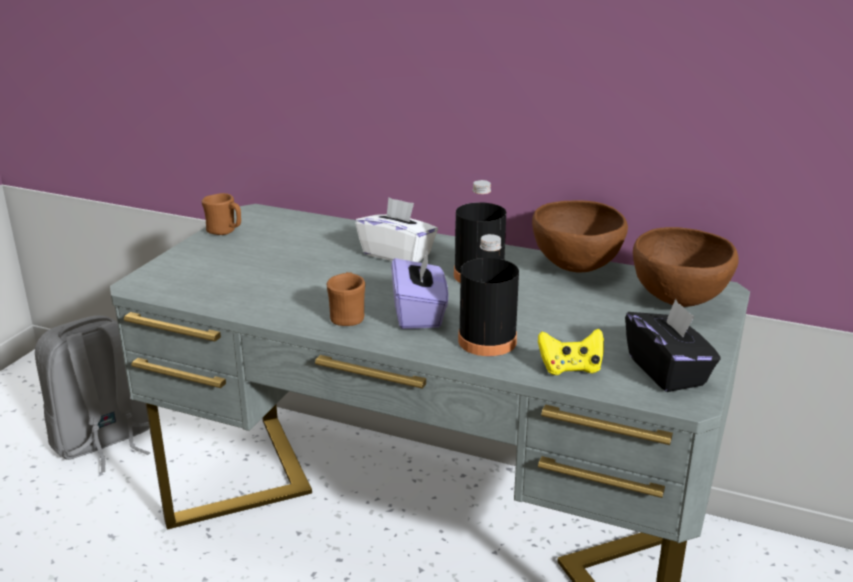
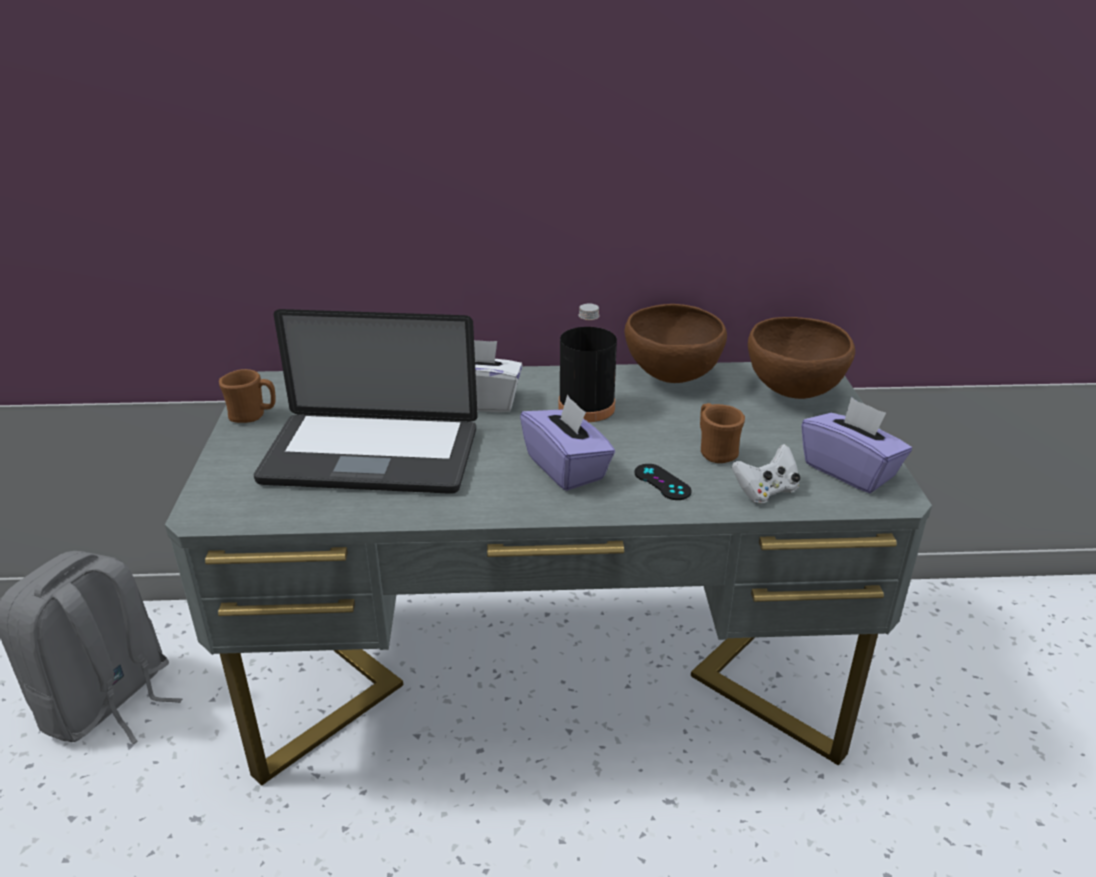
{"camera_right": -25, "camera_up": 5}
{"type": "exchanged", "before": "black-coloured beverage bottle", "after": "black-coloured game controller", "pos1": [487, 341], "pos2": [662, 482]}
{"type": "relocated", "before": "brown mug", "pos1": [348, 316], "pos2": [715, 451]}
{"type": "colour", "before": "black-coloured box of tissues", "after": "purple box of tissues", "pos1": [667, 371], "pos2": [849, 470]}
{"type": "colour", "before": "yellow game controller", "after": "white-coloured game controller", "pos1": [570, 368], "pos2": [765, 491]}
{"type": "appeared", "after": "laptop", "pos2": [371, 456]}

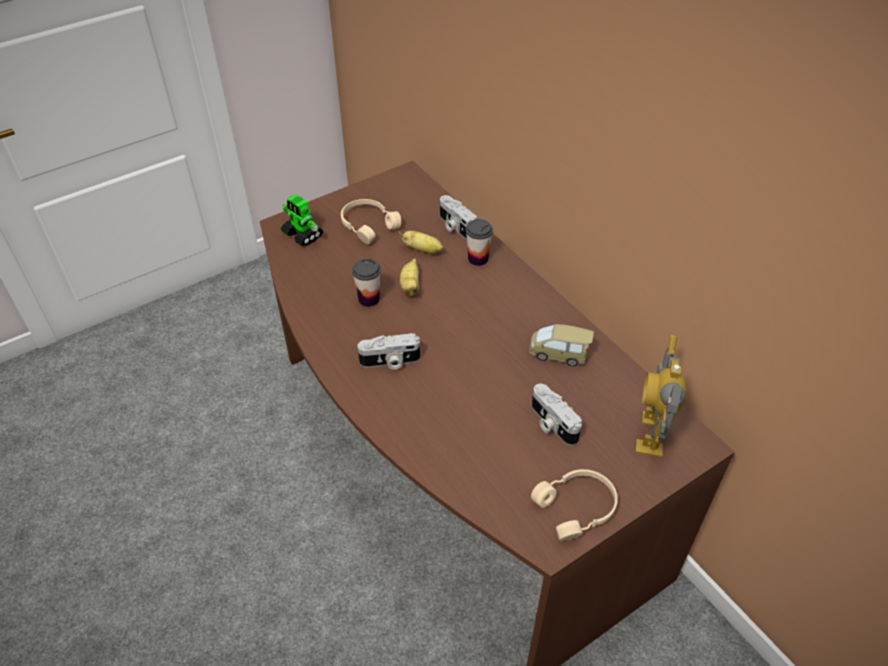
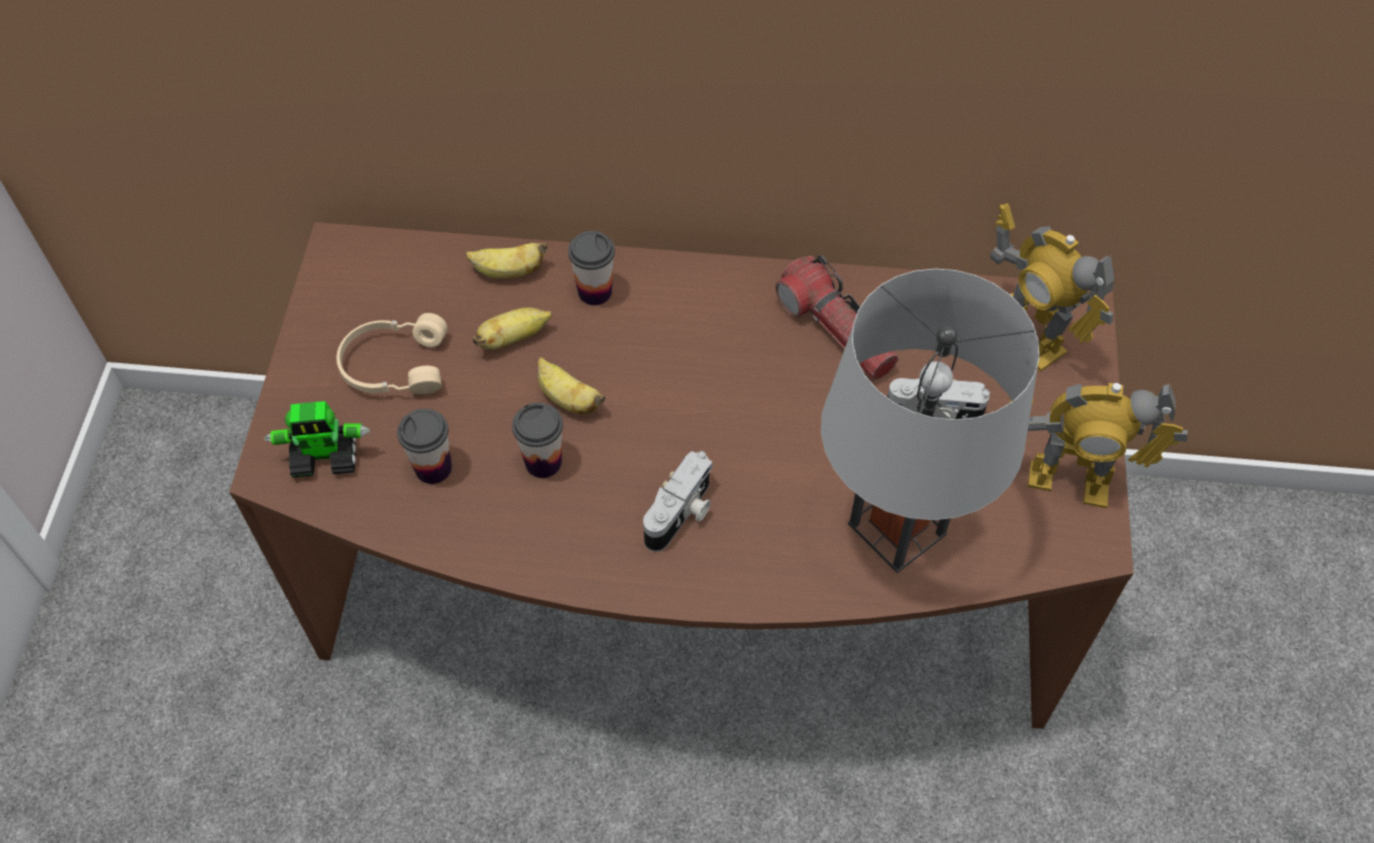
{"camera_right": -50, "camera_up": 10}
{"type": "exchanged", "before": "photo camera", "after": "banana fruit", "pos1": [455, 227], "pos2": [508, 272]}
{"type": "exchanged", "before": "toy car", "after": "torch", "pos1": [558, 353], "pos2": [836, 330]}
{"type": "exchanged", "before": "beige-coloured headphones", "after": "robot figure", "pos1": [577, 508], "pos2": [1068, 482]}
{"type": "appeared", "after": "grey lamp for a table", "pos2": [897, 529]}
{"type": "appeared", "after": "cup", "pos2": [433, 468]}

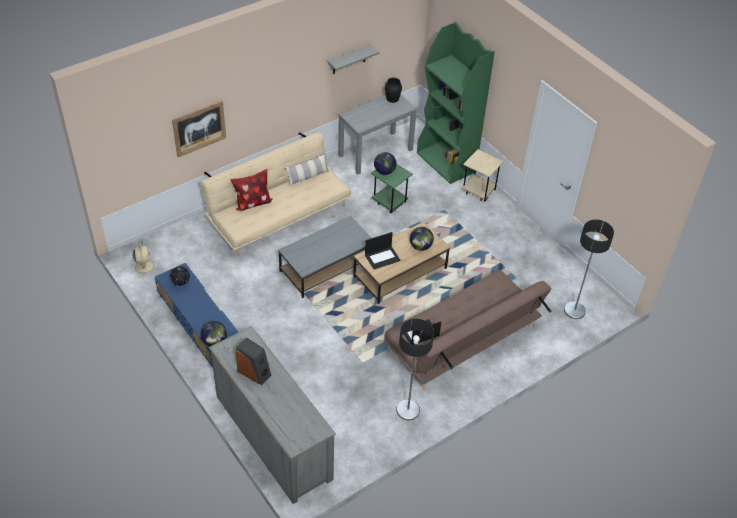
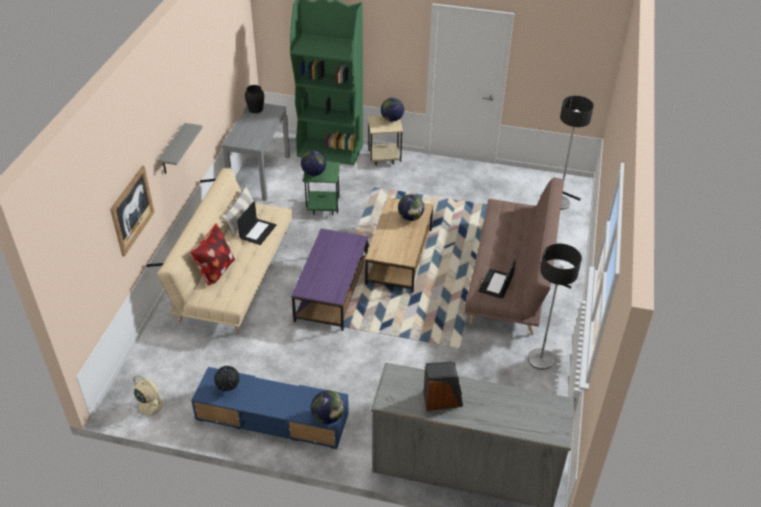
{"camera_right": -40, "camera_up": -5}
{"type": "relocated", "before": "grey wall shelf", "pos1": [349, 60], "pos2": [173, 150]}
{"type": "colour", "before": "grey coffee table", "after": "purple coffee table", "pos1": [326, 266], "pos2": [331, 291]}
{"type": "relocated", "before": "laptop", "pos1": [382, 257], "pos2": [257, 231]}
{"type": "appeared", "after": "world globe", "pos2": [392, 119]}

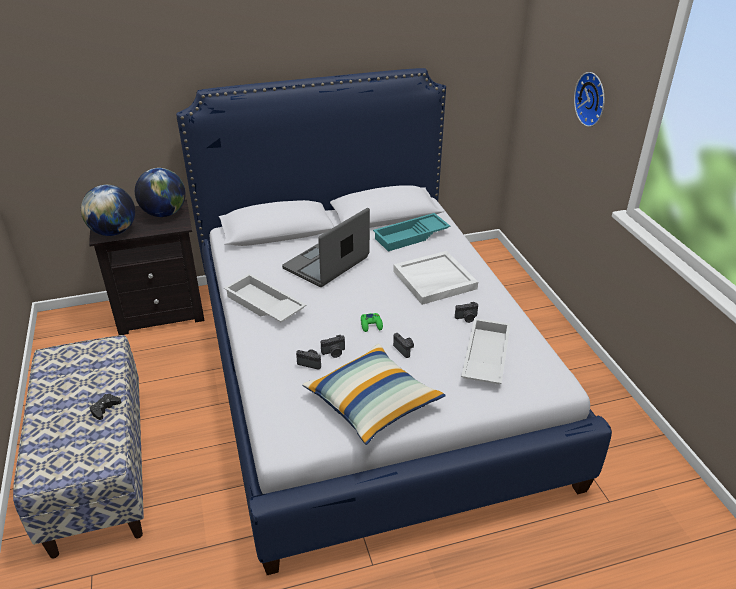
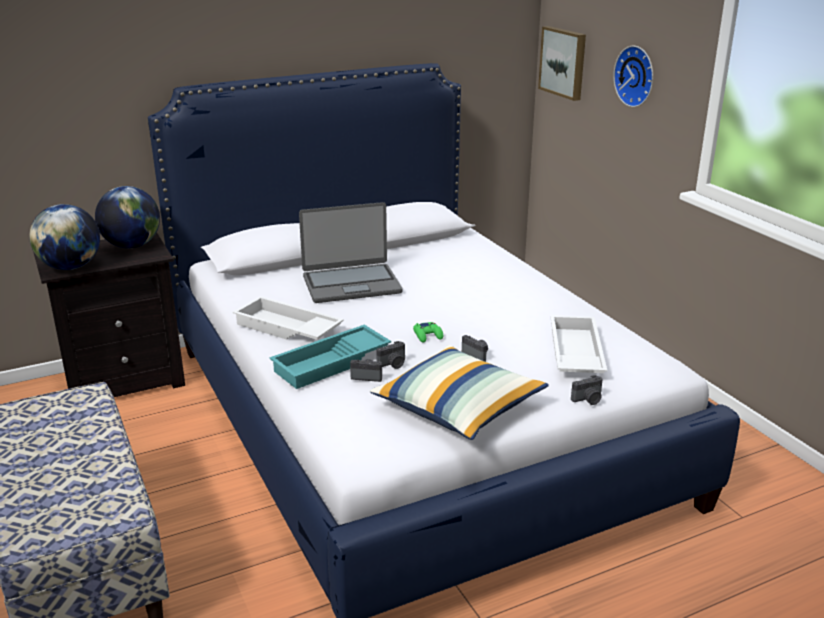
{"camera_right": -10, "camera_up": -10}
{"type": "spun", "before": "laptop", "pos1": [327, 263], "pos2": [351, 284], "turn": -135}
{"type": "relocated", "before": "turquoise-coloured tray", "pos1": [411, 237], "pos2": [332, 364]}
{"type": "missing", "before": "white-coloured tray", "pos1": [434, 280]}
{"type": "relocated", "before": "photo camera", "pos1": [466, 318], "pos2": [588, 400]}
{"type": "missing", "before": "black-coloured game controller", "pos1": [105, 409]}
{"type": "appeared", "after": "wall picture", "pos2": [564, 62]}

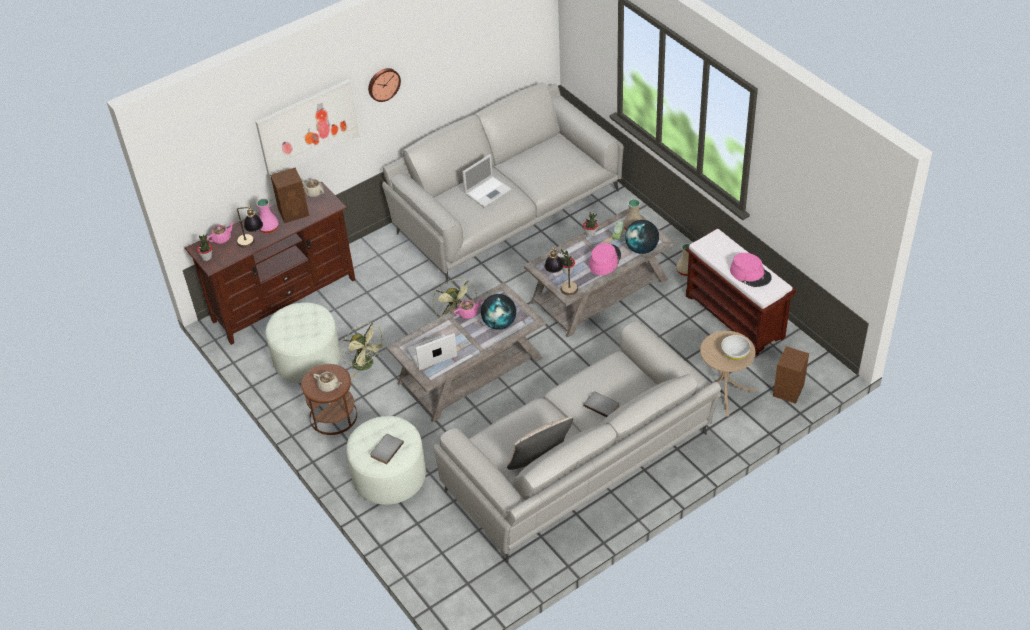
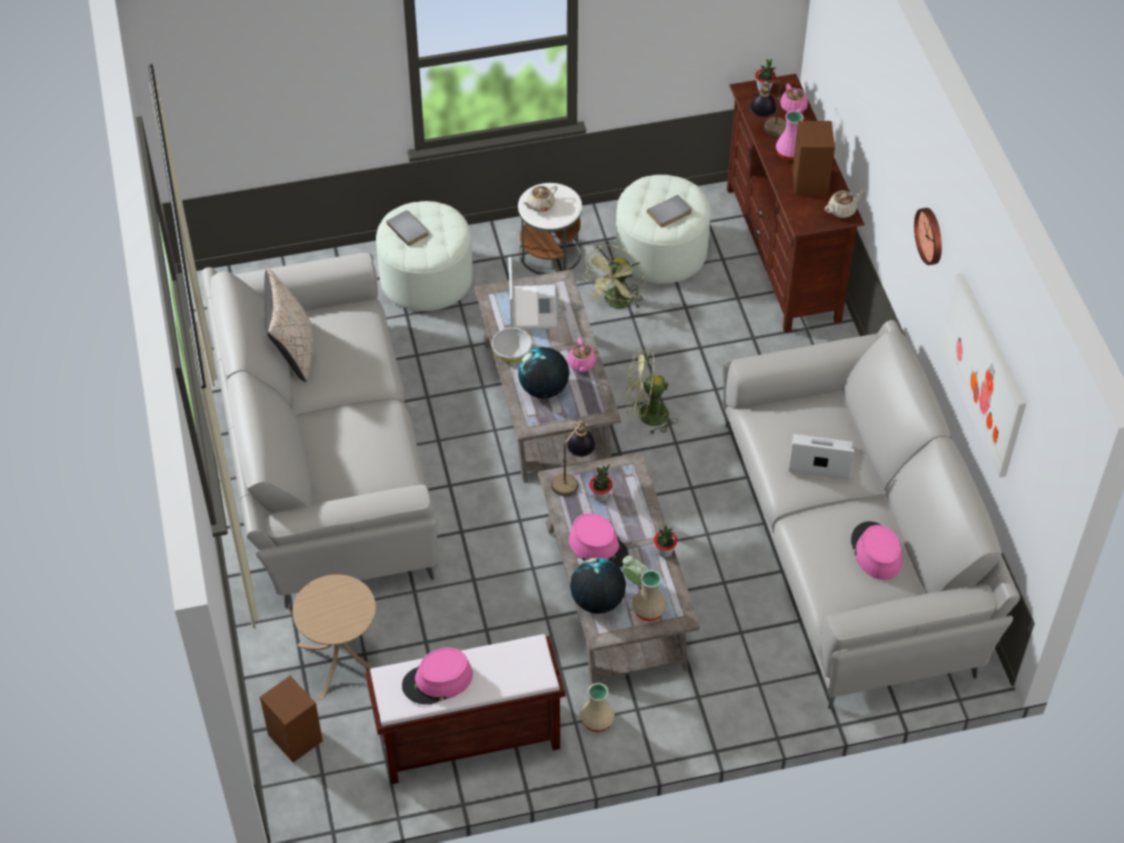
{"camera_right": 110, "camera_up": 5}
{"type": "relocated", "before": "wall picture", "pos1": [308, 128], "pos2": [984, 374]}
{"type": "spun", "before": "laptop", "pos1": [488, 191], "pos2": [819, 458], "turn": 120}
{"type": "spun", "before": "greenish electric fan", "pos1": [366, 365], "pos2": [616, 303], "turn": -45}
{"type": "relocated", "before": "white-coloured bowl", "pos1": [735, 353], "pos2": [512, 353]}
{"type": "colour", "before": "brown side table", "after": "white-coloured side table", "pos1": [333, 416], "pos2": [550, 253]}
{"type": "relocated", "before": "grey volume", "pos1": [602, 405], "pos2": [670, 213]}
{"type": "appeared", "after": "pink-coloured wearable hat", "pos2": [875, 551]}

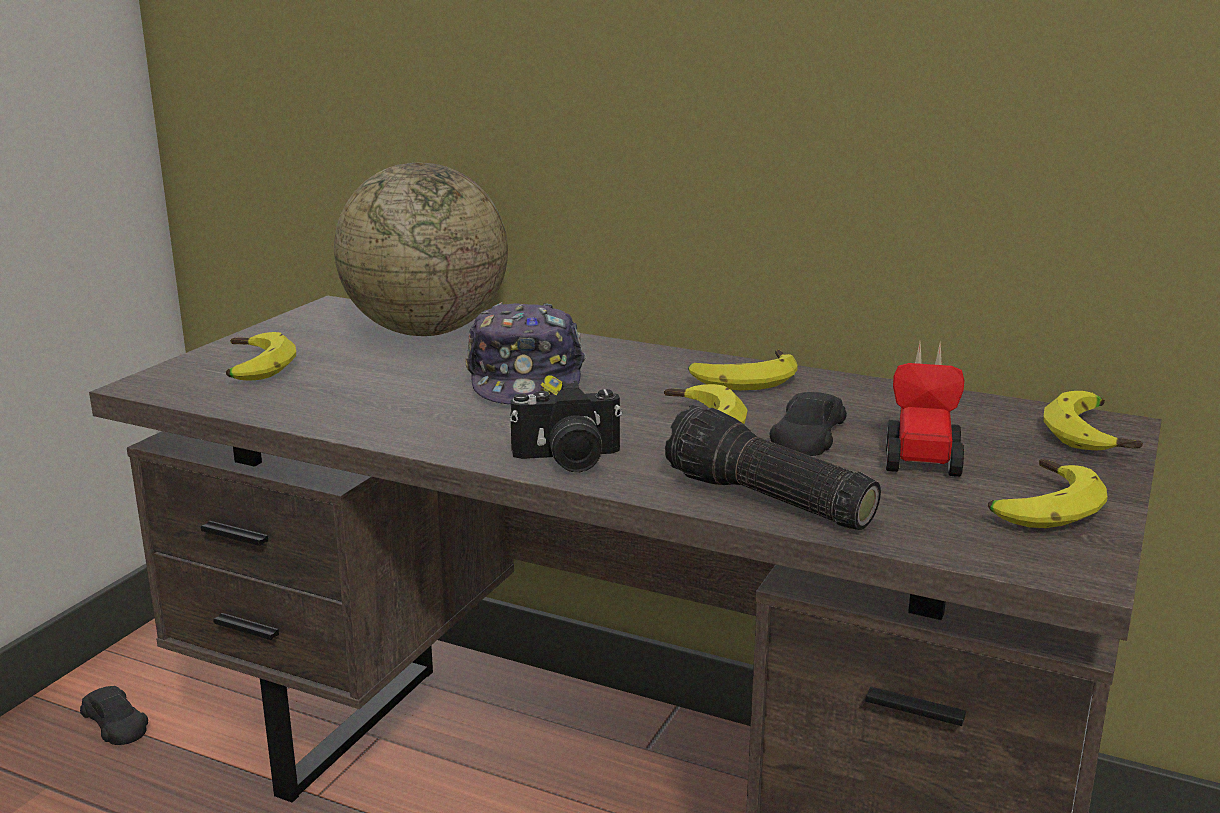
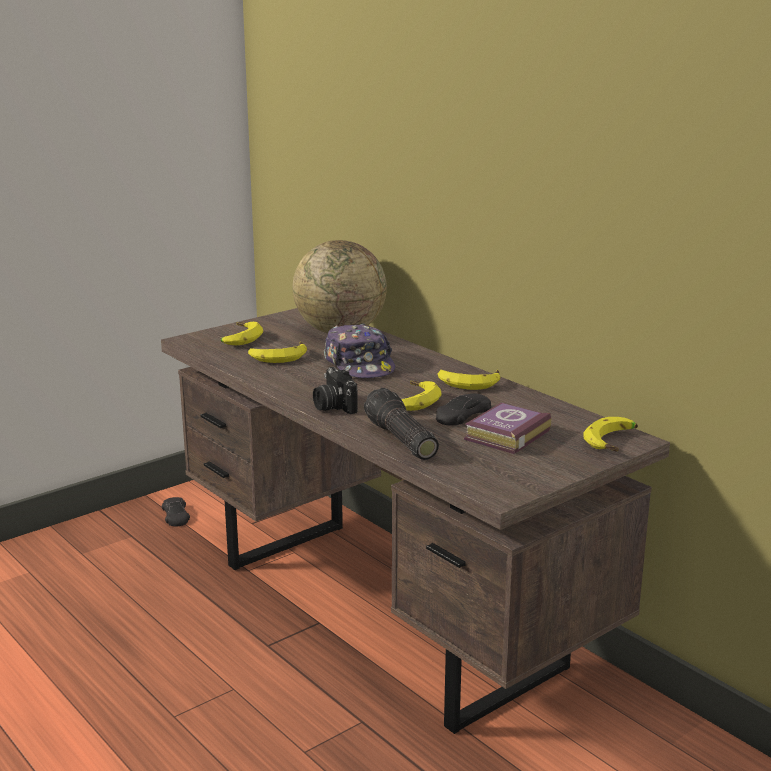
{"camera_right": 25, "camera_up": 0}
{"type": "spun", "before": "baseball cap", "pos1": [526, 379], "pos2": [359, 365], "turn": -45}
{"type": "exchanged", "before": "toy car", "after": "volume", "pos1": [921, 455], "pos2": [505, 435]}
{"type": "spun", "before": "photo camera", "pos1": [568, 460], "pos2": [333, 406], "turn": 45}
{"type": "relocated", "before": "banana fruit", "pos1": [1037, 507], "pos2": [278, 357]}

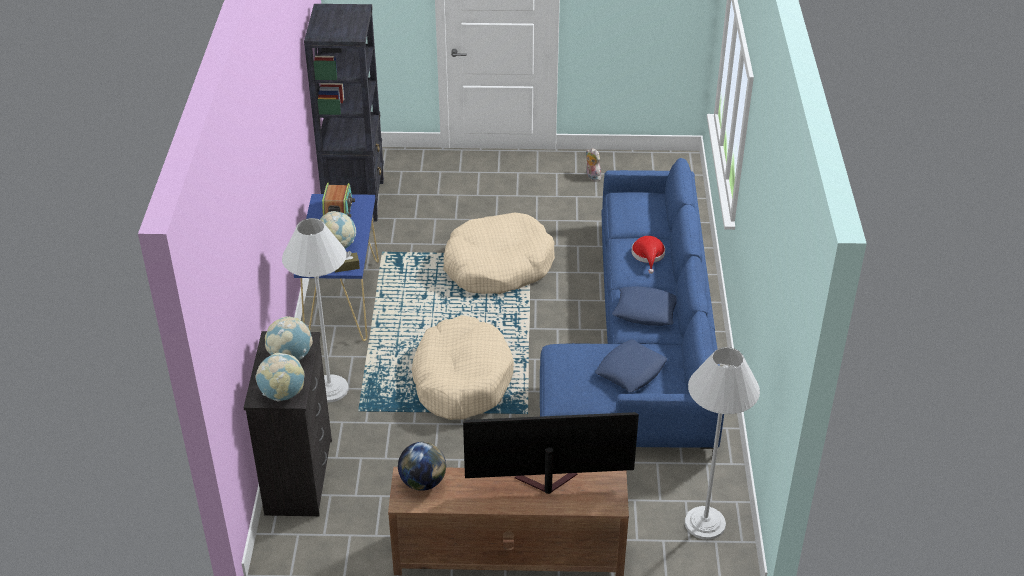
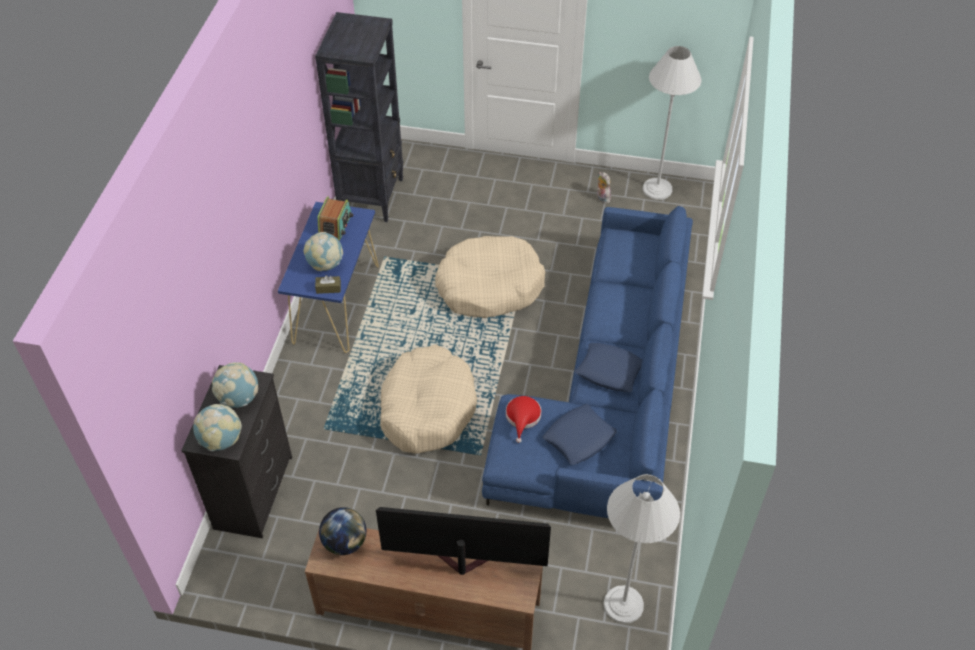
{"camera_right": 10, "camera_up": 10}
{"type": "relocated", "before": "white-coloured standing lamp", "pos1": [330, 389], "pos2": [657, 189]}
{"type": "relocated", "before": "red-coloured wearable hat", "pos1": [648, 255], "pos2": [523, 417]}

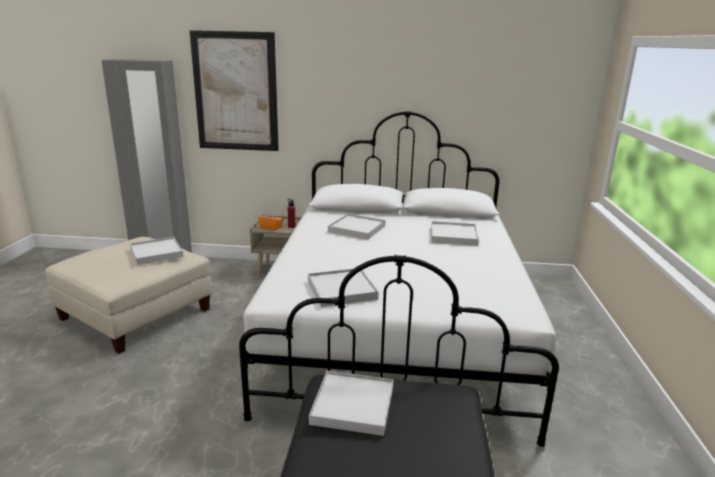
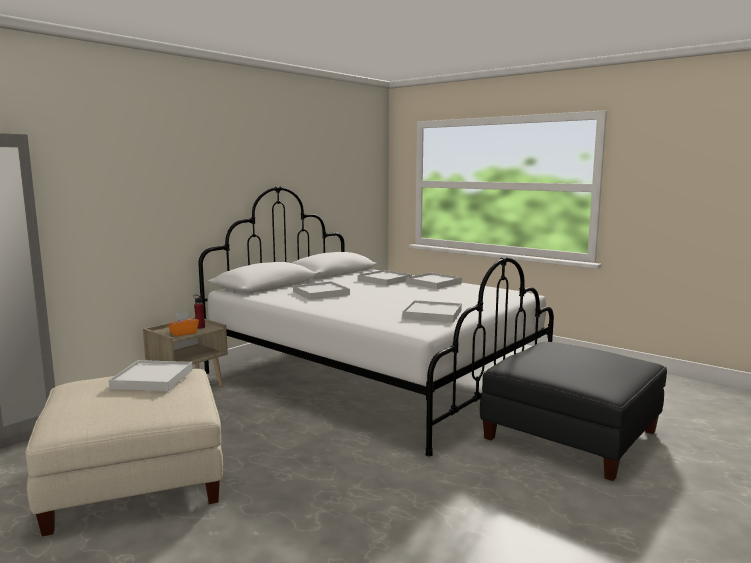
{"camera_right": -55, "camera_up": -10}
{"type": "missing", "before": "wall picture", "pos1": [235, 92]}
{"type": "relocated", "before": "white-coloured tray", "pos1": [353, 405], "pos2": [434, 283]}

